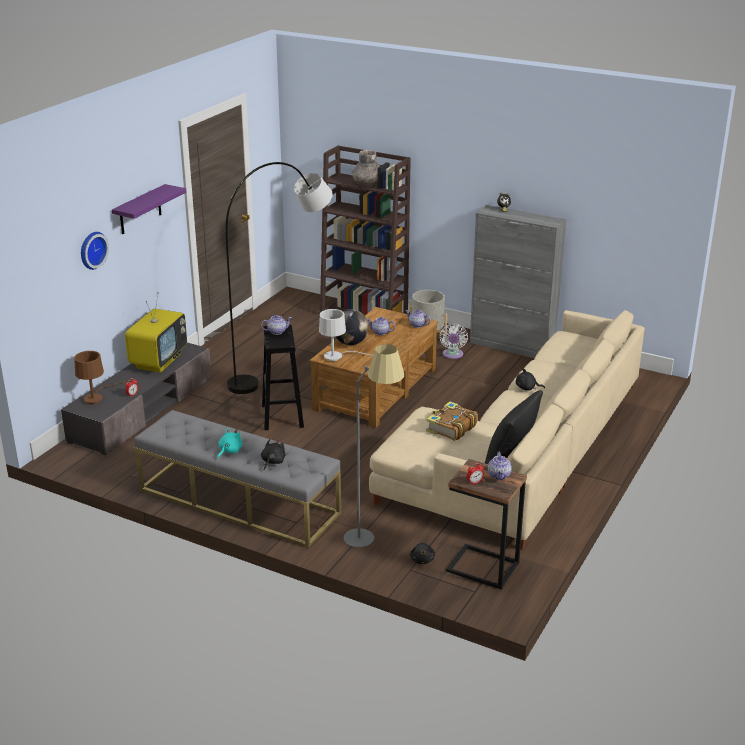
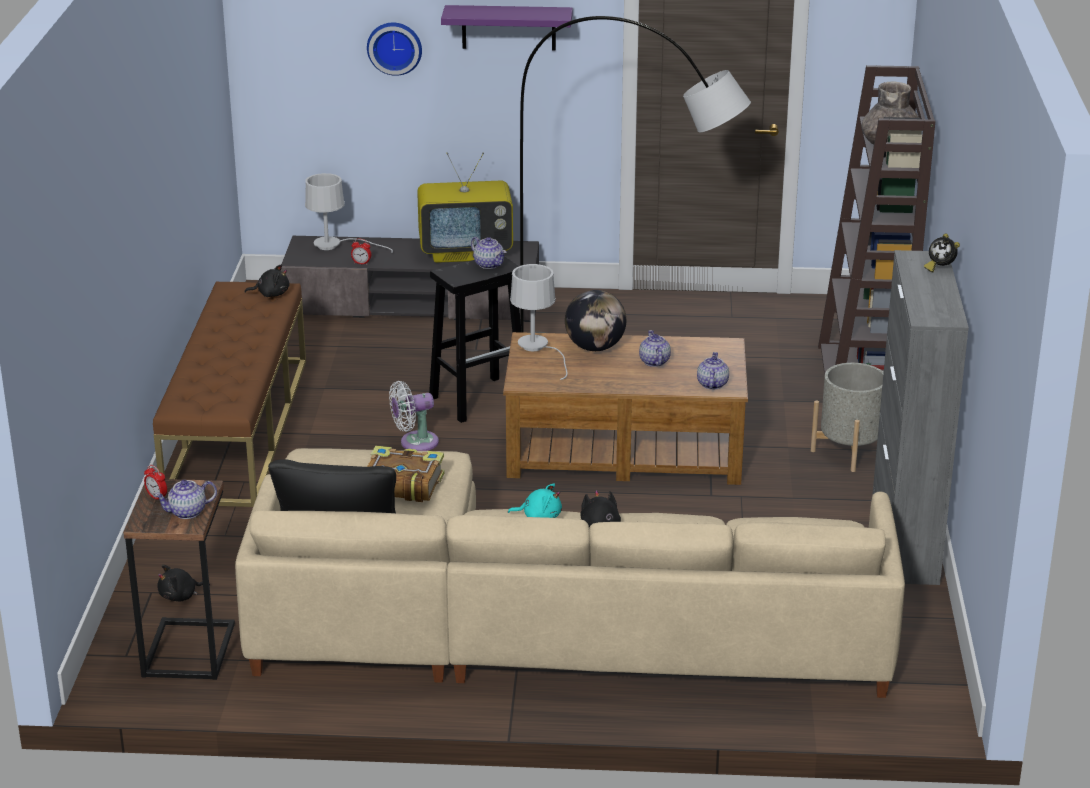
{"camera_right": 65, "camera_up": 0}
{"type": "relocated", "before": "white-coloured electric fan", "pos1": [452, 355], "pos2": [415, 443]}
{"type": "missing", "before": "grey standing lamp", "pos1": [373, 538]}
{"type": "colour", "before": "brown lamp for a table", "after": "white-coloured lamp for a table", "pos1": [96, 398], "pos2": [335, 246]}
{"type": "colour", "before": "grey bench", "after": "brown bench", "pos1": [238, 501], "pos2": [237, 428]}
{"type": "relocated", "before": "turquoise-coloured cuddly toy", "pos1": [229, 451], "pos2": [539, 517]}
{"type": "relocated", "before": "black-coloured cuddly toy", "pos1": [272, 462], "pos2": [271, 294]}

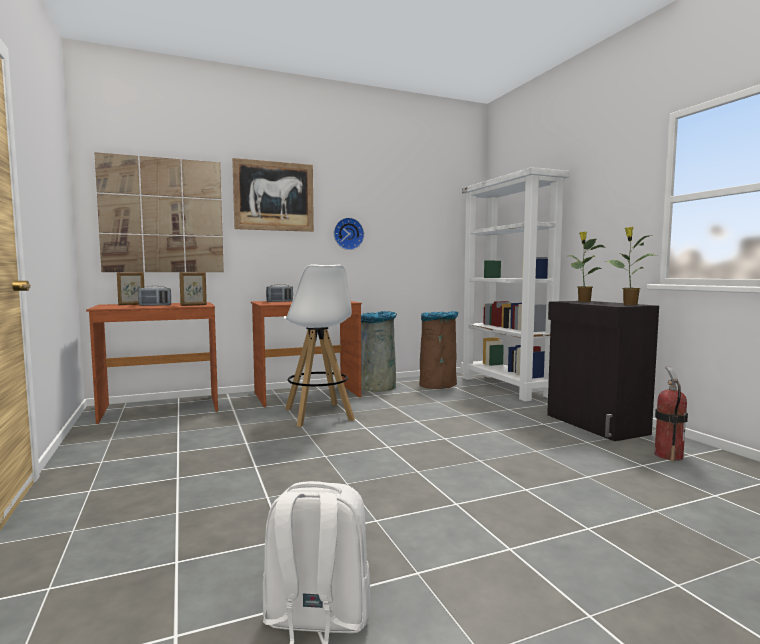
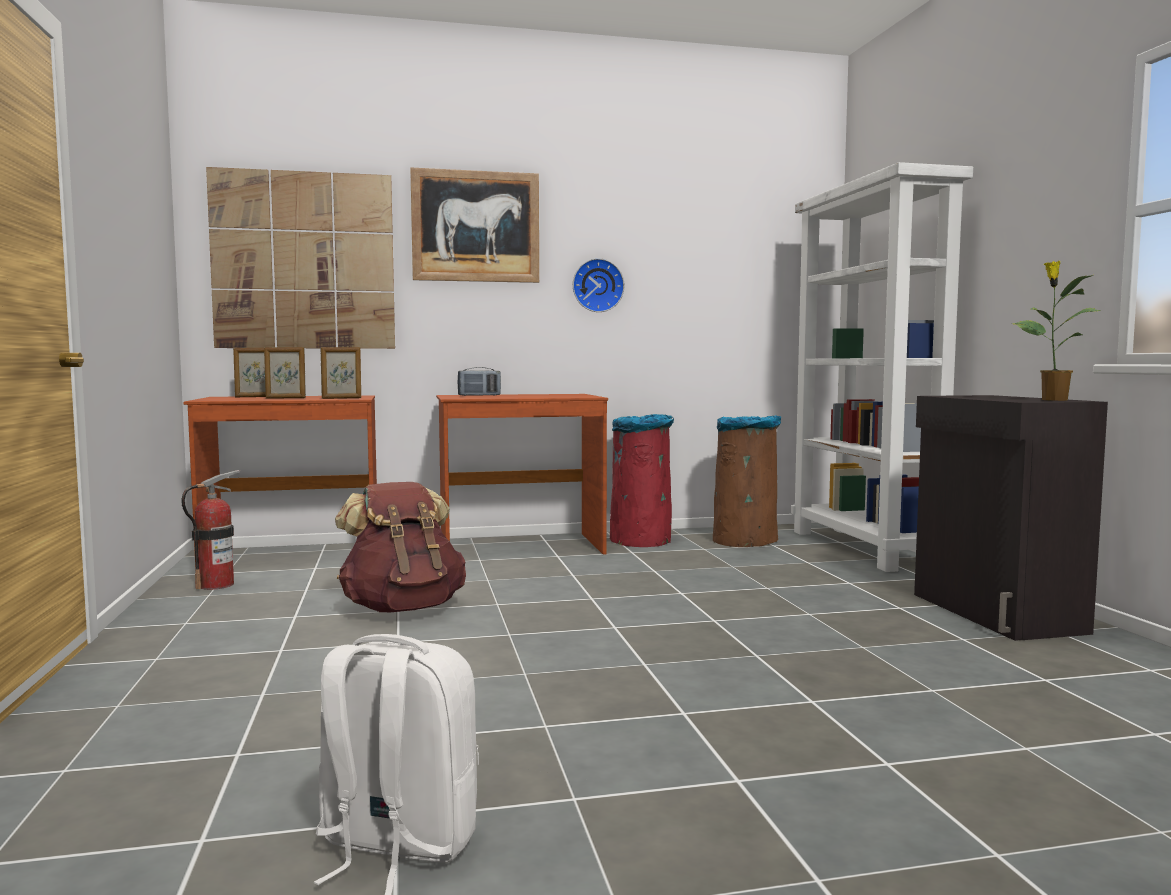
{"camera_right": 10, "camera_up": 0}
{"type": "missing", "before": "houseplant", "pos1": [583, 301]}
{"type": "missing", "before": "white-coloured stool", "pos1": [318, 415]}
{"type": "exchanged", "before": "radio", "after": "standing frame", "pos1": [155, 305], "pos2": [285, 398]}
{"type": "colour", "before": "grey trash can", "after": "red-coloured trash can", "pos1": [377, 386], "pos2": [641, 540]}
{"type": "relocated", "before": "extinguisher", "pos1": [668, 455], "pos2": [216, 585]}
{"type": "appeared", "after": "brown rucksack", "pos2": [403, 608]}

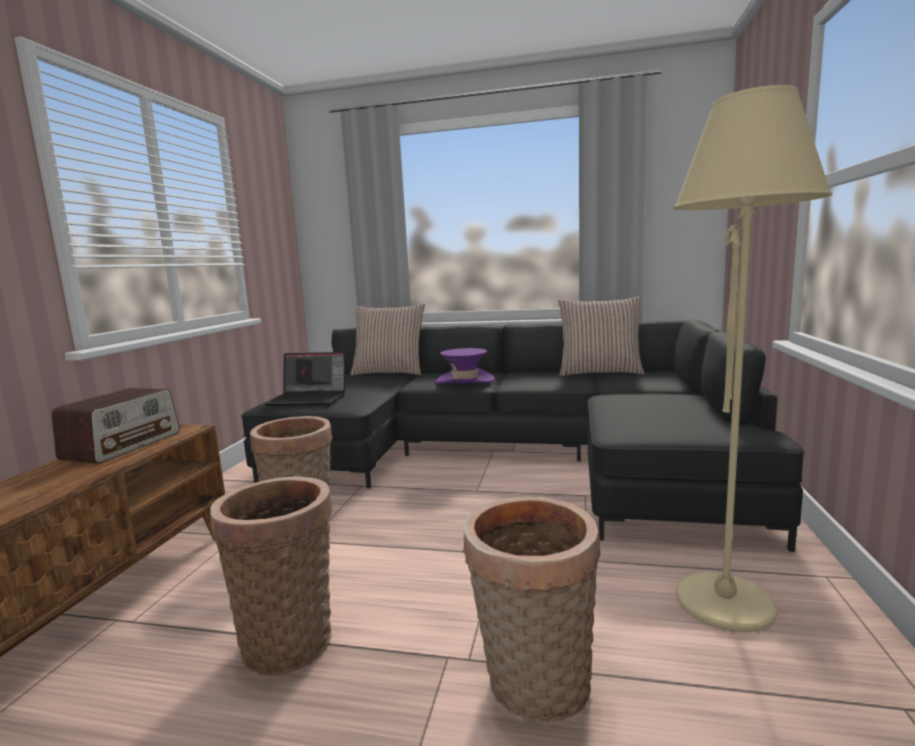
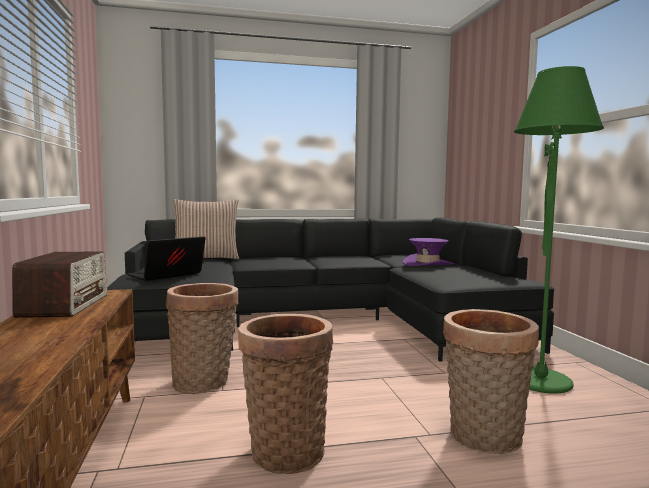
{"camera_right": -25, "camera_up": -5}
{"type": "colour", "before": "beige-coloured standing lamp", "after": "greenish standing lamp", "pos1": [724, 604], "pos2": [540, 382]}
{"type": "missing", "before": "pillow", "pos1": [599, 372]}
{"type": "relocated", "before": "purple wearable hat", "pos1": [464, 381], "pos2": [427, 264]}
{"type": "spun", "before": "laptop", "pos1": [309, 399], "pos2": [166, 275], "turn": 150}

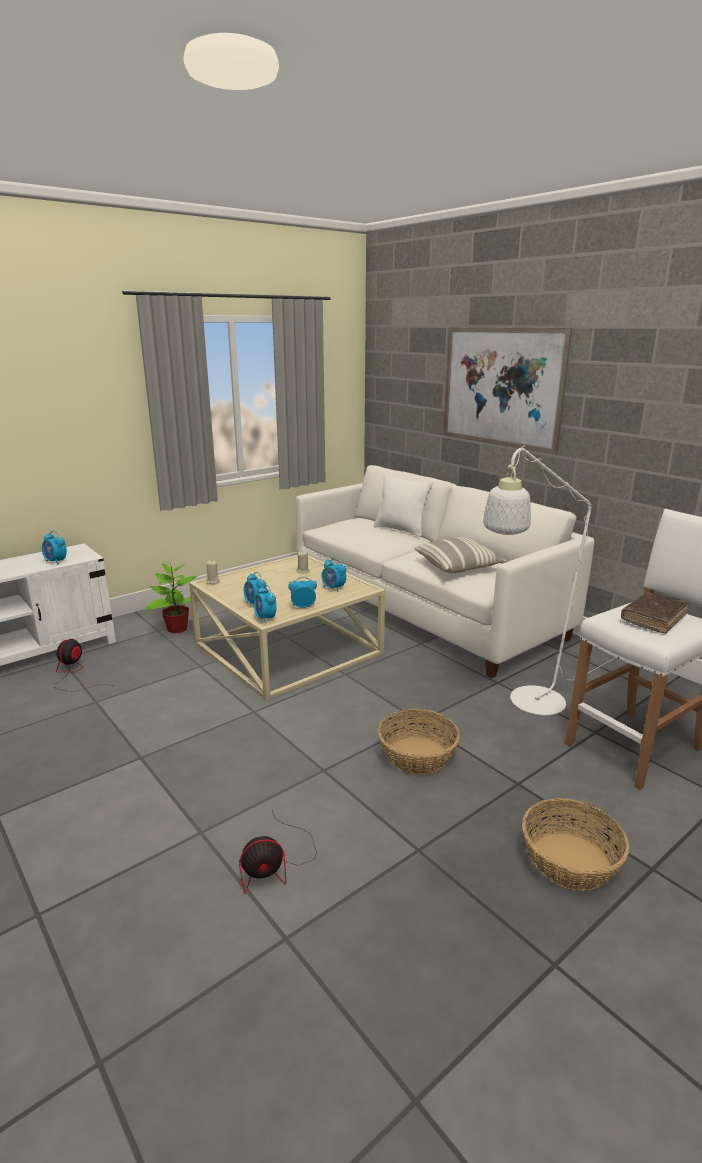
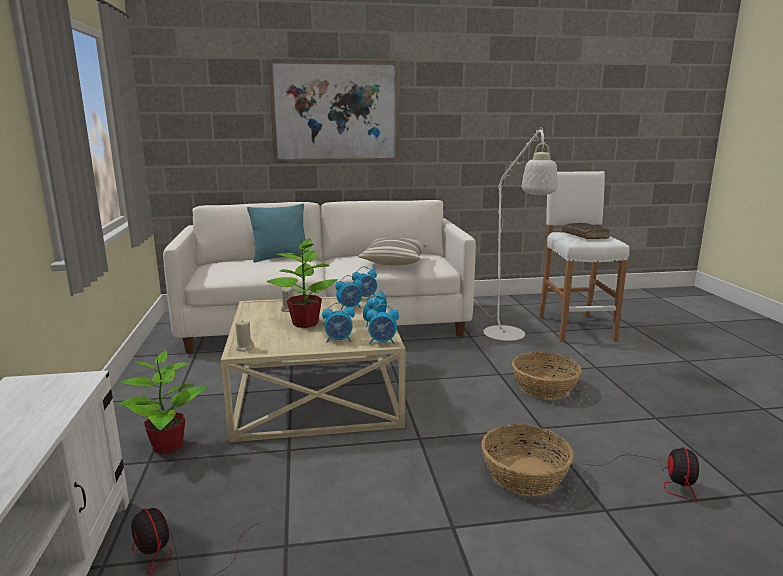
{"camera_right": -60, "camera_up": -5}
{"type": "colour", "before": "white-coloured pillow", "after": "turquoise-coloured pillow", "pos1": [400, 530], "pos2": [281, 258]}
{"type": "relocated", "before": "alarm clock", "pos1": [56, 562], "pos2": [365, 297]}
{"type": "relocated", "before": "household basket", "pos1": [570, 860], "pos2": [524, 474]}
{"type": "appeared", "after": "houseplant", "pos2": [305, 323]}

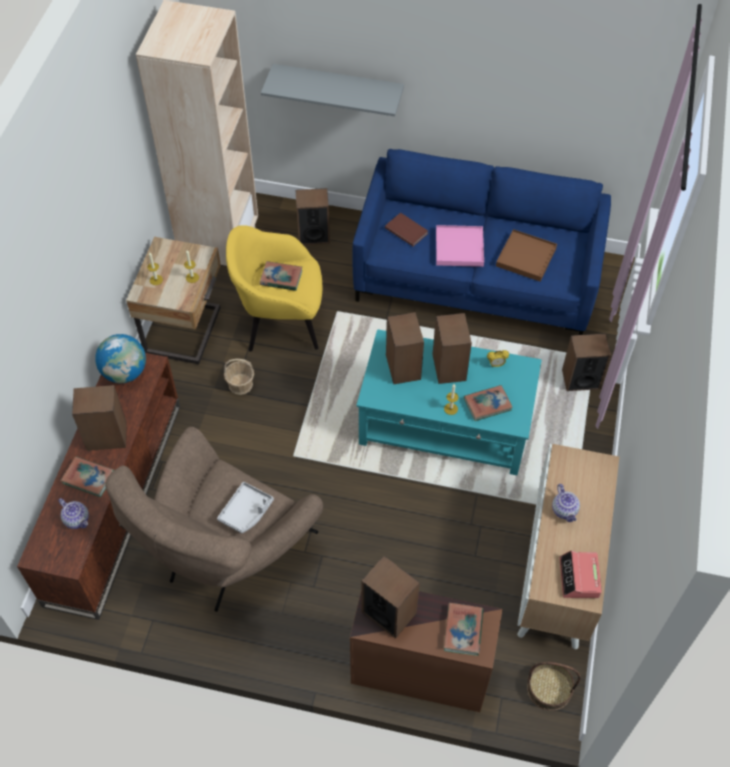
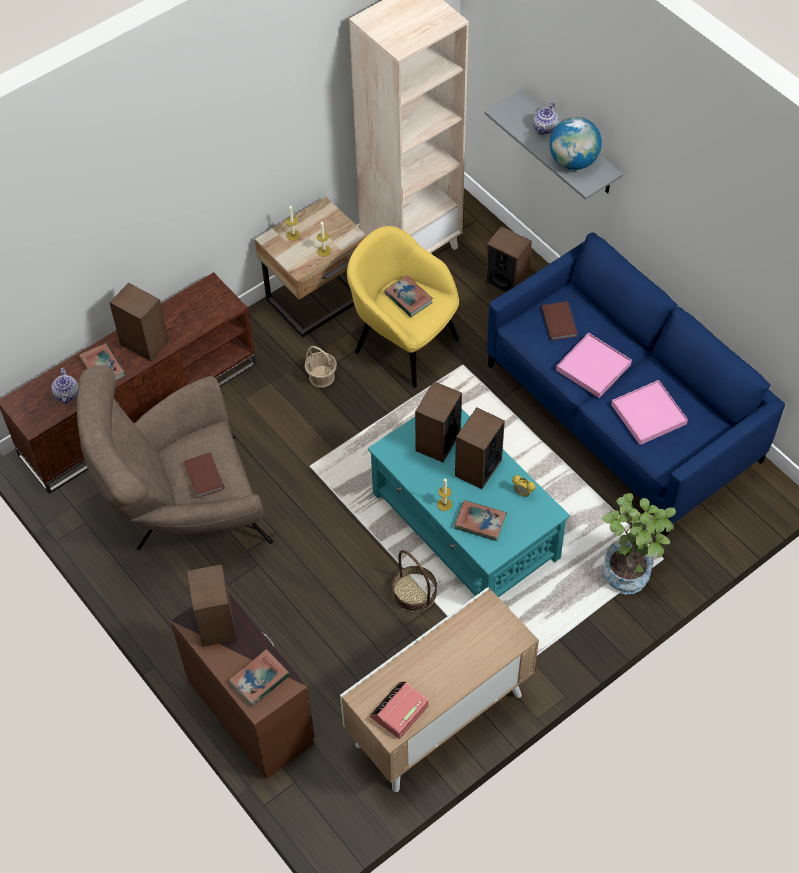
{"camera_right": 40, "camera_up": 0}
{"type": "colour", "before": "brown tray", "after": "pink-coloured tray", "pos1": [526, 257], "pos2": [648, 414]}
{"type": "exchanged", "before": "loudspeaker", "after": "houseplant", "pos1": [580, 379], "pos2": [630, 570]}
{"type": "relocated", "before": "world globe", "pos1": [125, 372], "pos2": [573, 162]}
{"type": "exchanged", "before": "grey tray", "after": "brown volume", "pos1": [246, 511], "pos2": [203, 477]}
{"type": "relocated", "before": "pot for tea", "pos1": [565, 510], "pos2": [545, 129]}
{"type": "relocated", "before": "household basket", "pos1": [549, 688], "pos2": [414, 592]}

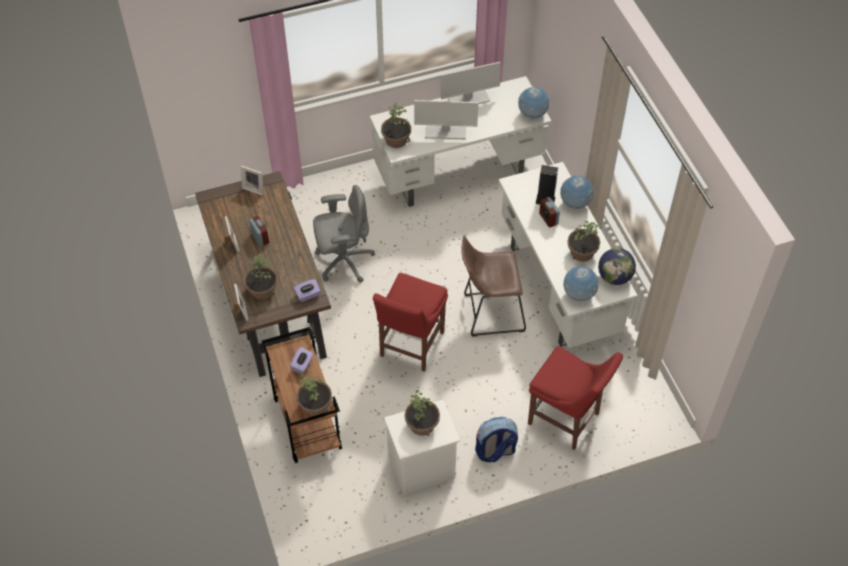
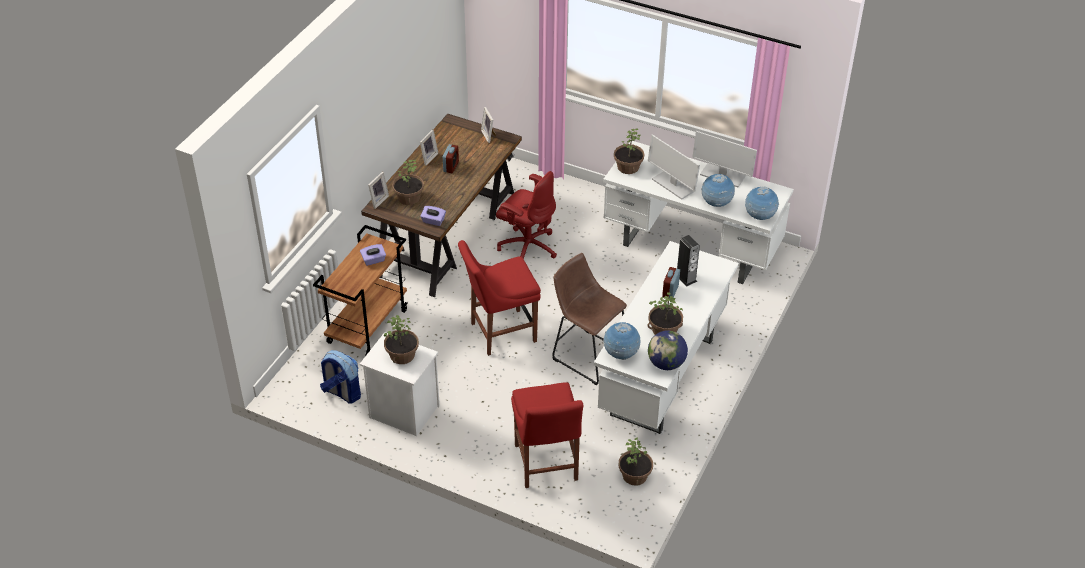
{"camera_right": 45, "camera_up": -10}
{"type": "relocated", "before": "world globe", "pos1": [575, 204], "pos2": [716, 204]}
{"type": "colour", "before": "grey computer chair", "after": "red-coloured computer chair", "pos1": [343, 261], "pos2": [527, 247]}
{"type": "relocated", "before": "houseplant", "pos1": [315, 405], "pos2": [635, 475]}
{"type": "relocated", "before": "rucksack", "pos1": [495, 451], "pos2": [342, 393]}

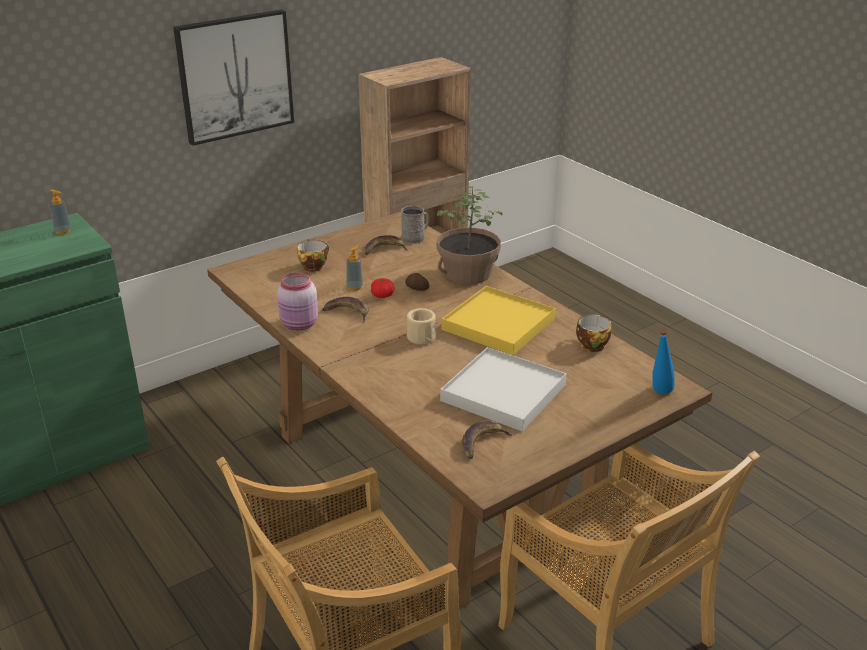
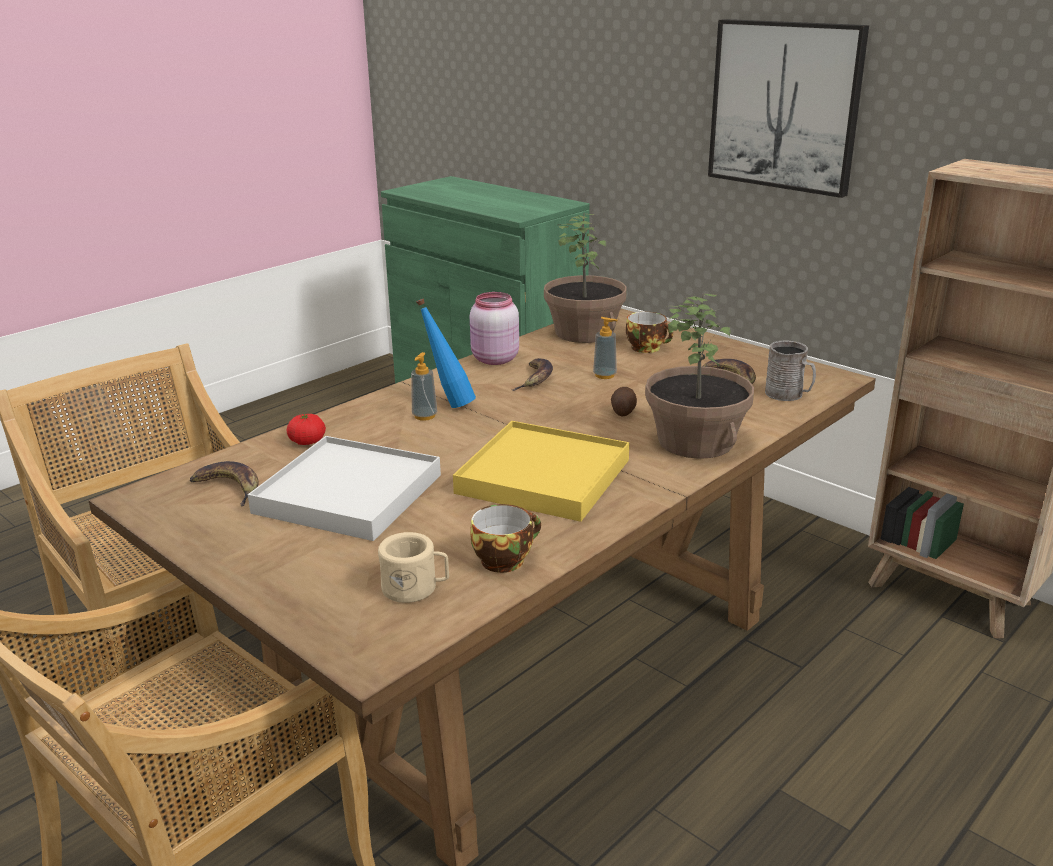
{"camera_right": 80, "camera_up": -5}
{"type": "relocated", "before": "soap bottle", "pos1": [63, 231], "pos2": [424, 416]}
{"type": "relocated", "before": "fresh tomato", "pos1": [382, 295], "pos2": [307, 441]}
{"type": "relocated", "before": "beige-coloured mug", "pos1": [422, 335], "pos2": [415, 588]}
{"type": "relocated", "before": "blue beverage bottle", "pos1": [659, 395], "pos2": [448, 404]}
{"type": "appeared", "after": "houseplant", "pos2": [585, 332]}

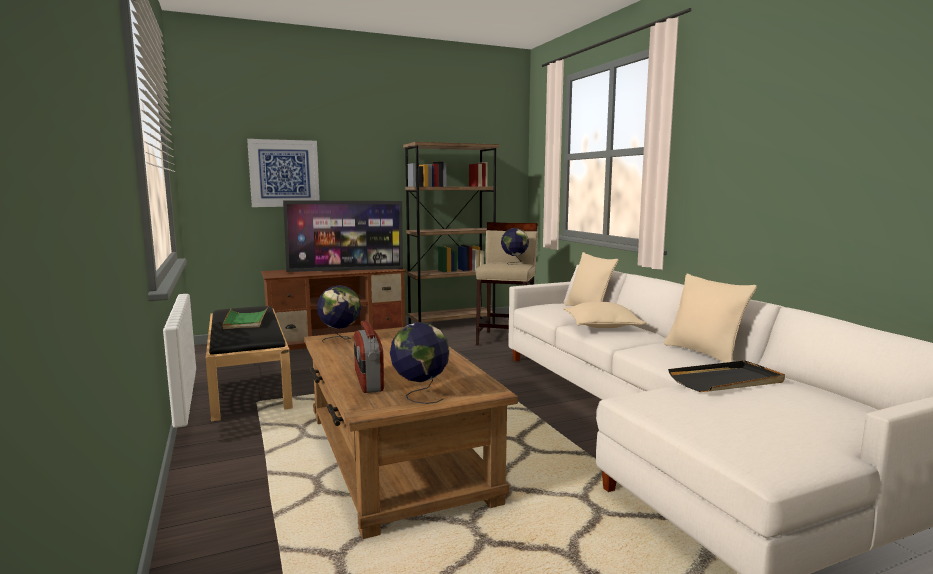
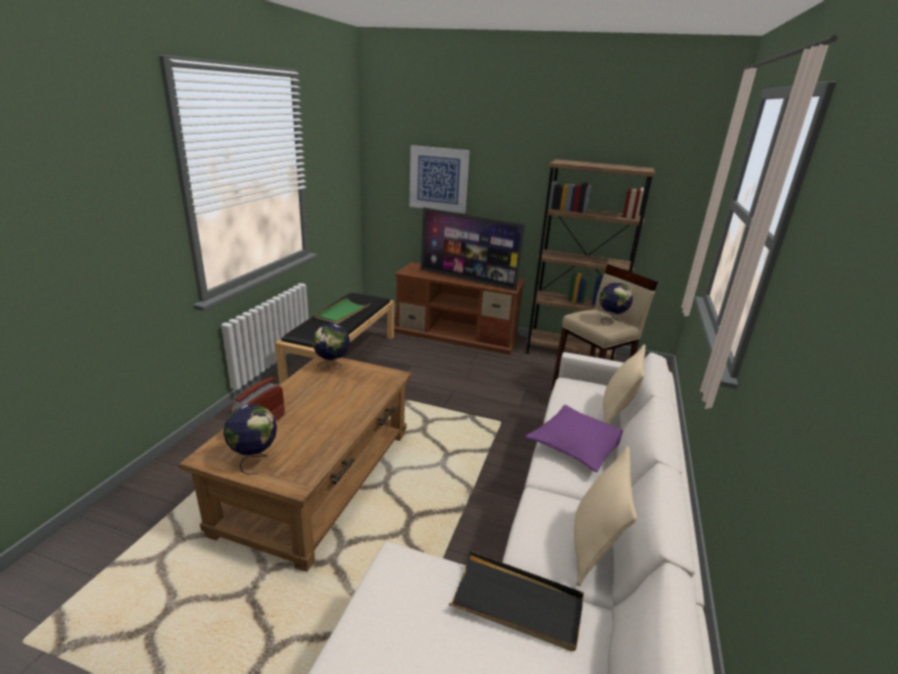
{"camera_right": 40, "camera_up": 15}
{"type": "colour", "before": "beige-coloured pillow", "after": "purple pillow", "pos1": [602, 326], "pos2": [577, 445]}

